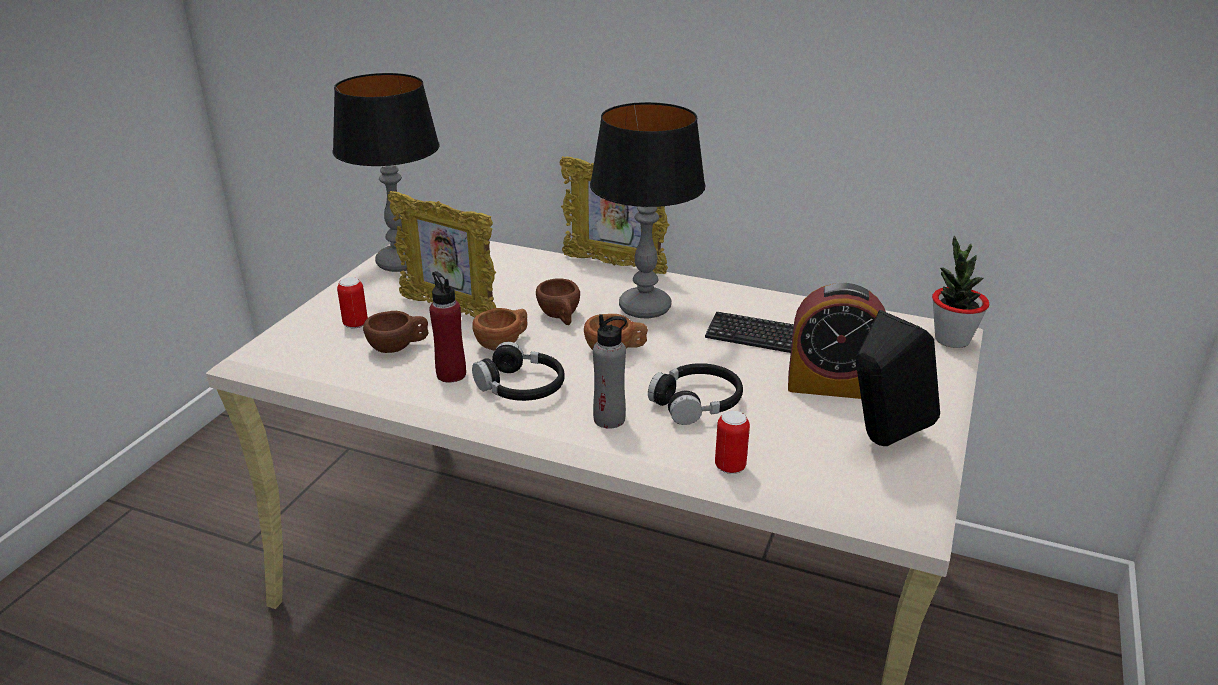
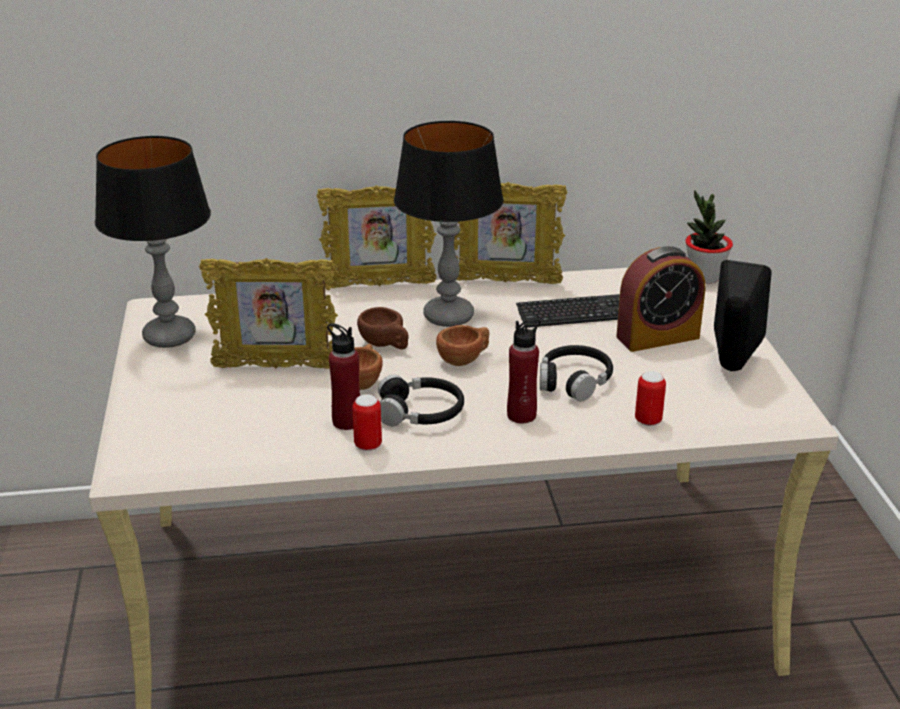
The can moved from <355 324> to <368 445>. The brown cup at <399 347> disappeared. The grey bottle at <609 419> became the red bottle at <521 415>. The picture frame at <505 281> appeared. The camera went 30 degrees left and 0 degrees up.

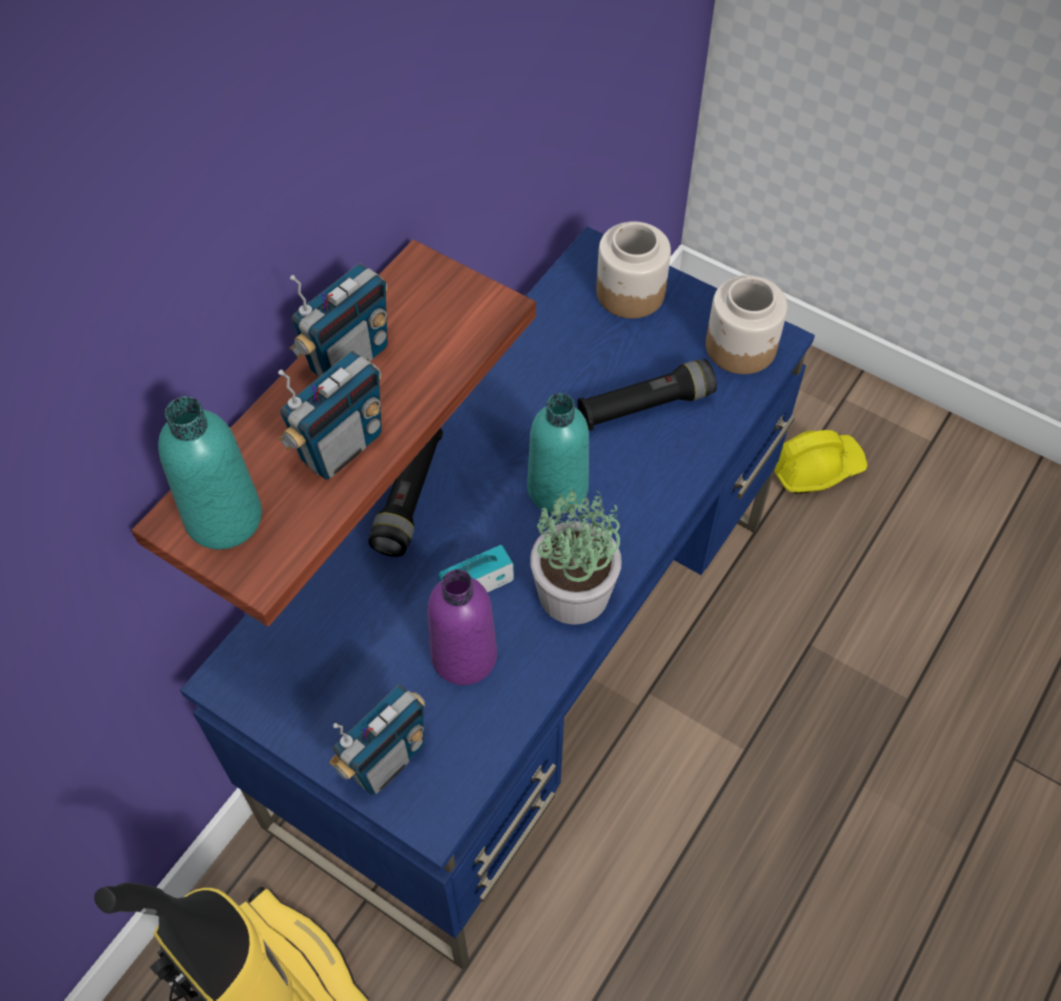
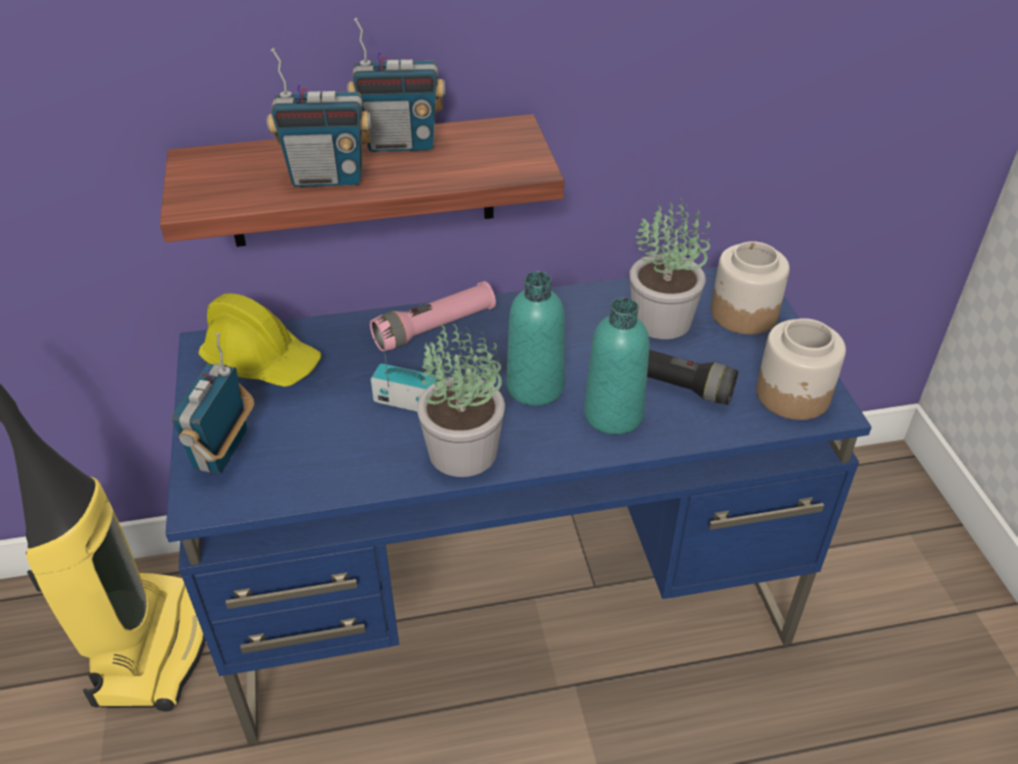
The turquoise bottle moved from <224 518> to <613 414>. The black flashlight at <409 497> became the pink flashlight at <435 328>. The yellow hard hat moved from <815 467> to <262 362>. The purple bottle at <464 656> disappeared. The radio at <385 759> turned 105 degrees clockwise. The potted plant at <663 320> appeared. The camera went 45 degrees right and 15 degrees down.

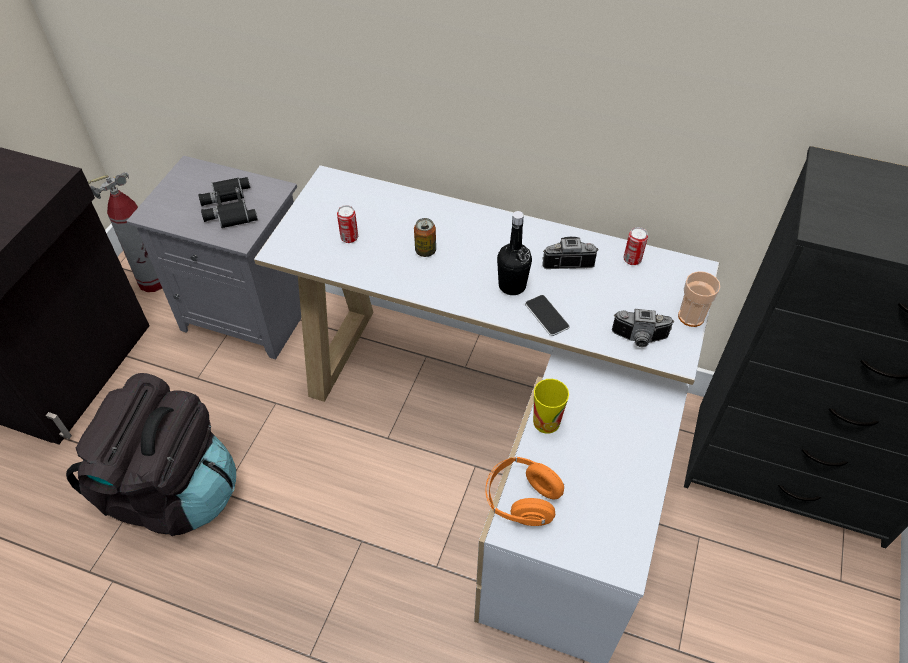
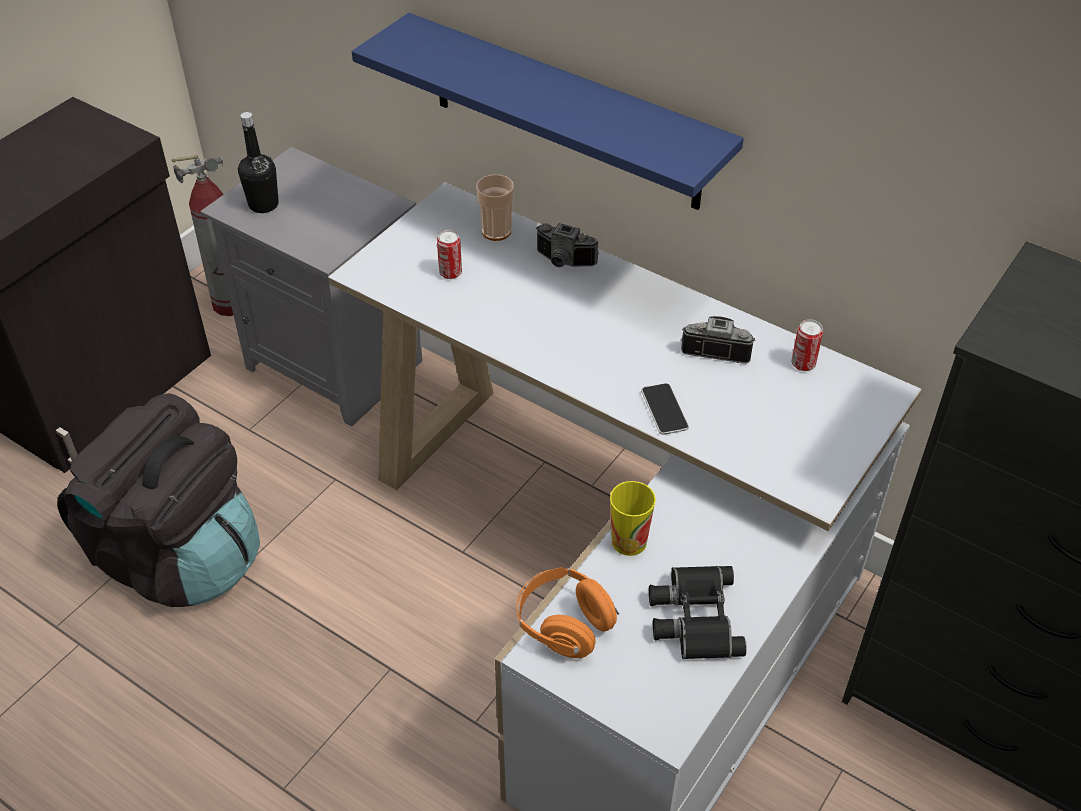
The black binoculars moved from <228 207> to <693 617>. The black bottle moved from <512 286> to <263 205>. The can at <425 251> disappeared. The cup moved from <691 316> to <496 231>. The photo camera moved from <639 339> to <563 262>. The blue shelf at <565 113> appeared. The camera went 15 degrees right and 5 degrees down.

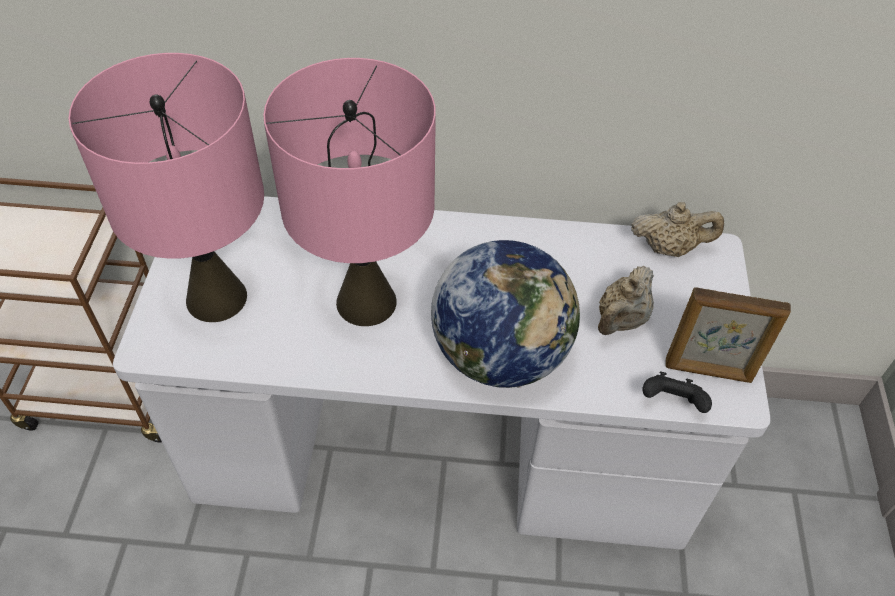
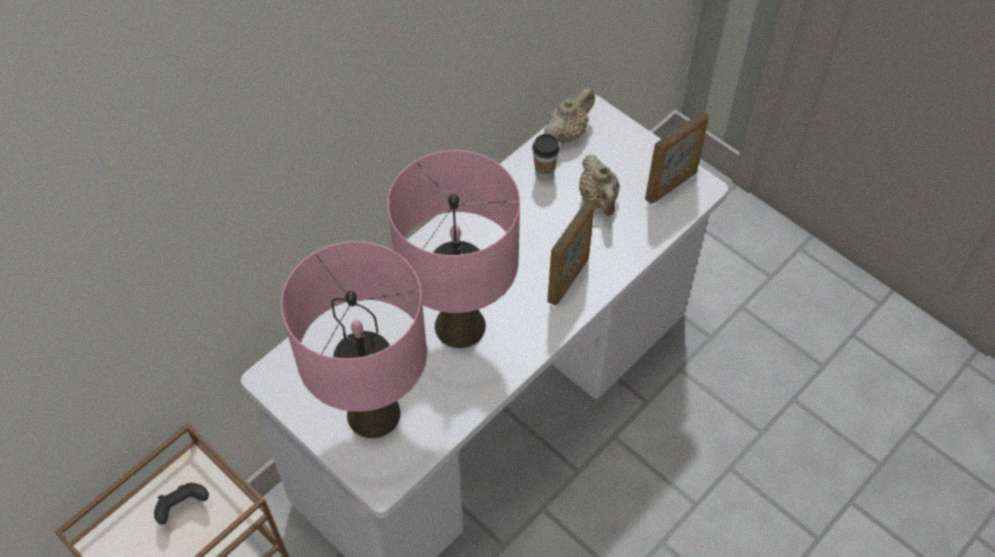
The globe at <500 354> was replaced by the picture frame at <568 280>. The black game controller moved from <671 403> to <183 507>. The cup at <544 173> appeared. The camera went 50 degrees left and 5 degrees up.

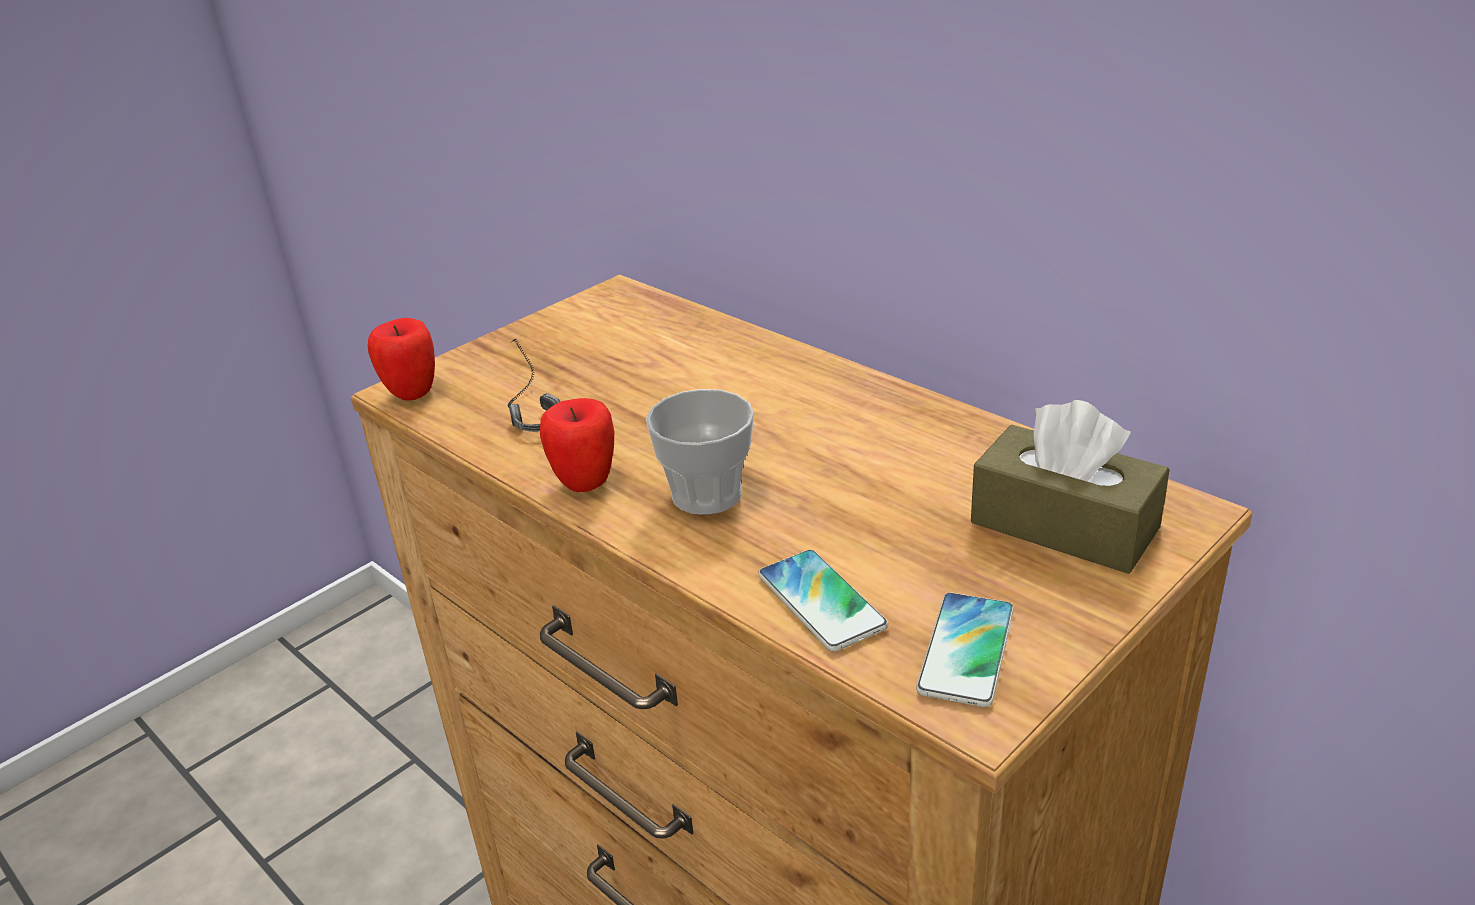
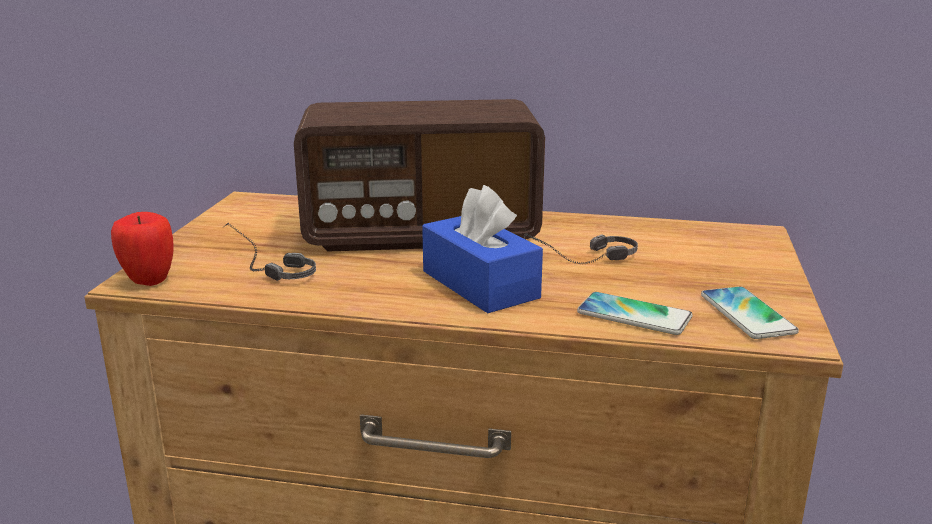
The cup at <707 494> was replaced by the blue tissue box at <480 284>. The apple at <585 482> disappeared. The brown tissue box at <1064 525> disappeared. The radio at <421 232> appeared. The headphones at <583 260> appeared. The camera went 35 degrees left and 10 degrees down.

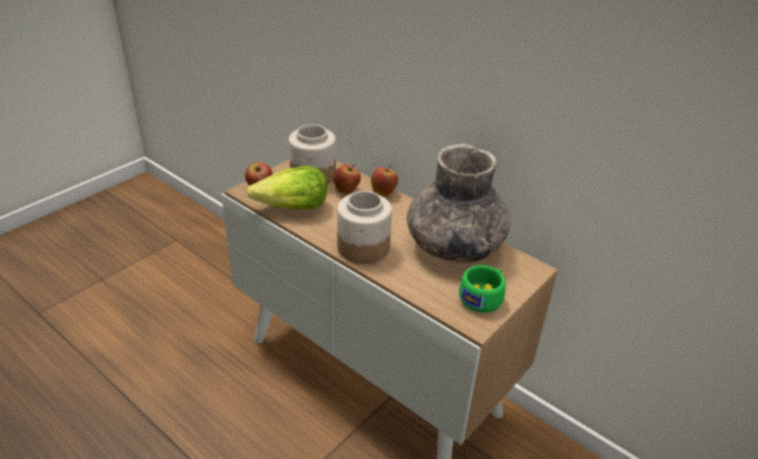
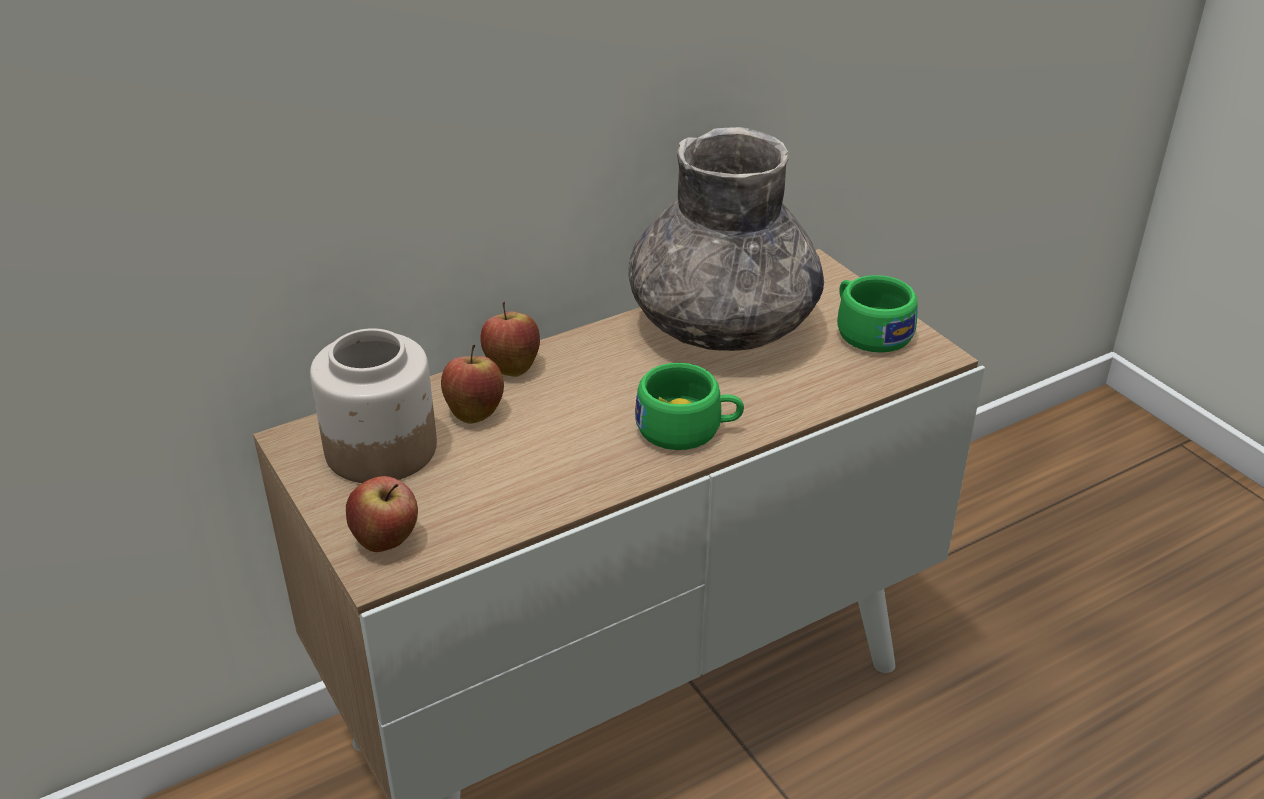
The lettuce at <292 208> disappeared. The jar at <363 248> was replaced by the green cup at <688 429>. The camera went 70 degrees left and 0 degrees up.

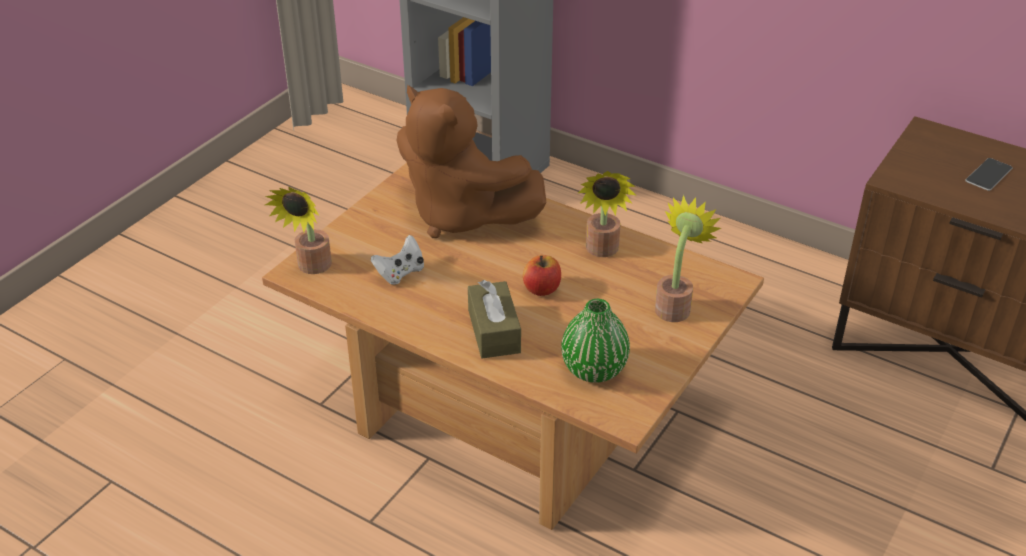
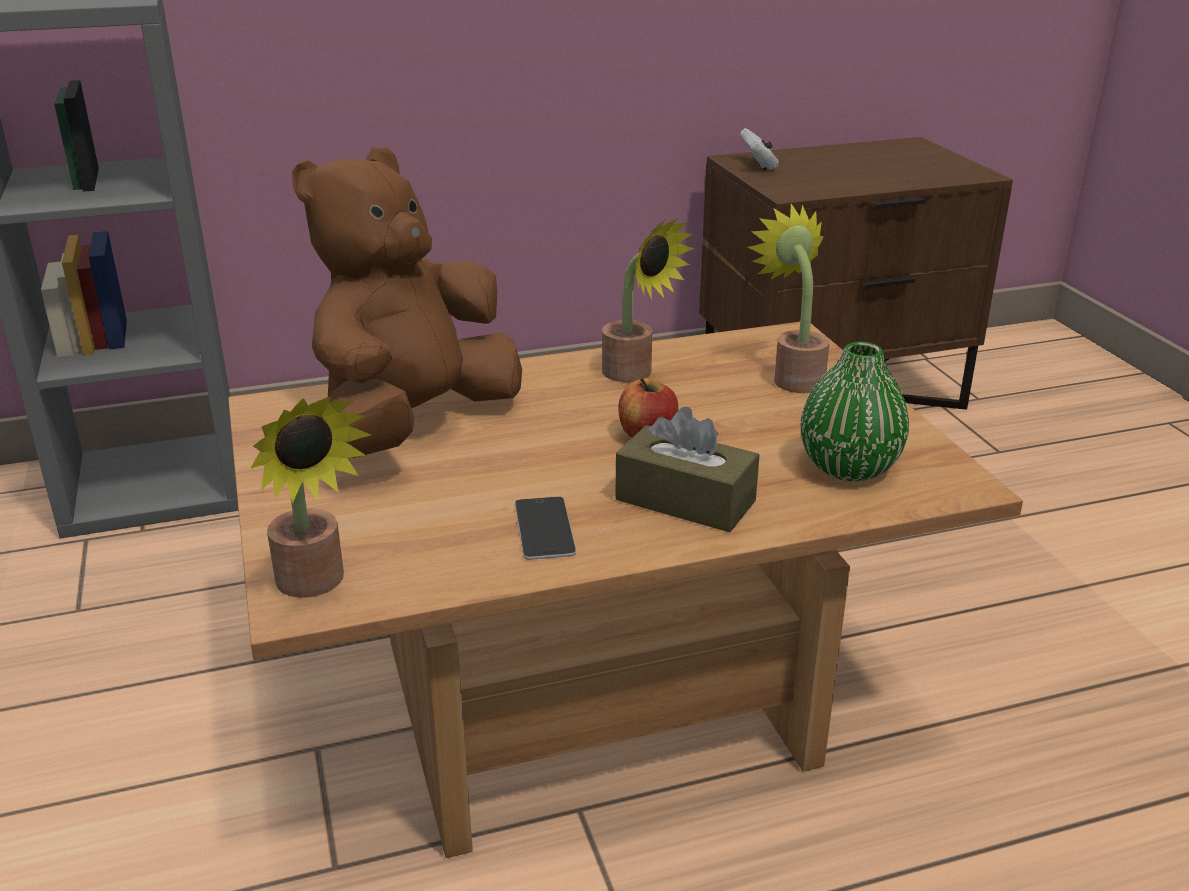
The brown plush toy at <461 215> turned 135 degrees clockwise. The phone moved from <988 174> to <544 528>. The white game controller moved from <400 273> to <759 166>. The camera went 50 degrees left and 10 degrees down.

